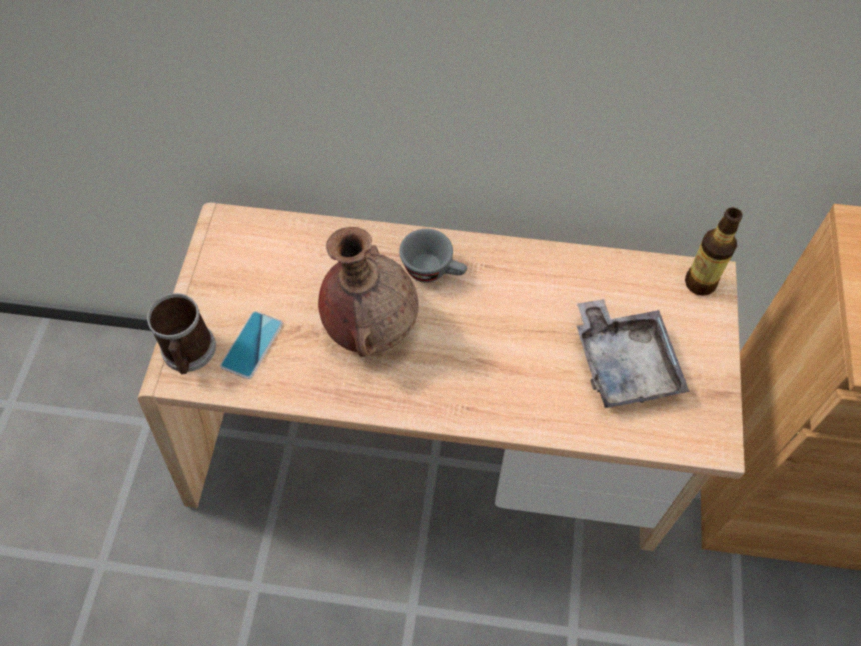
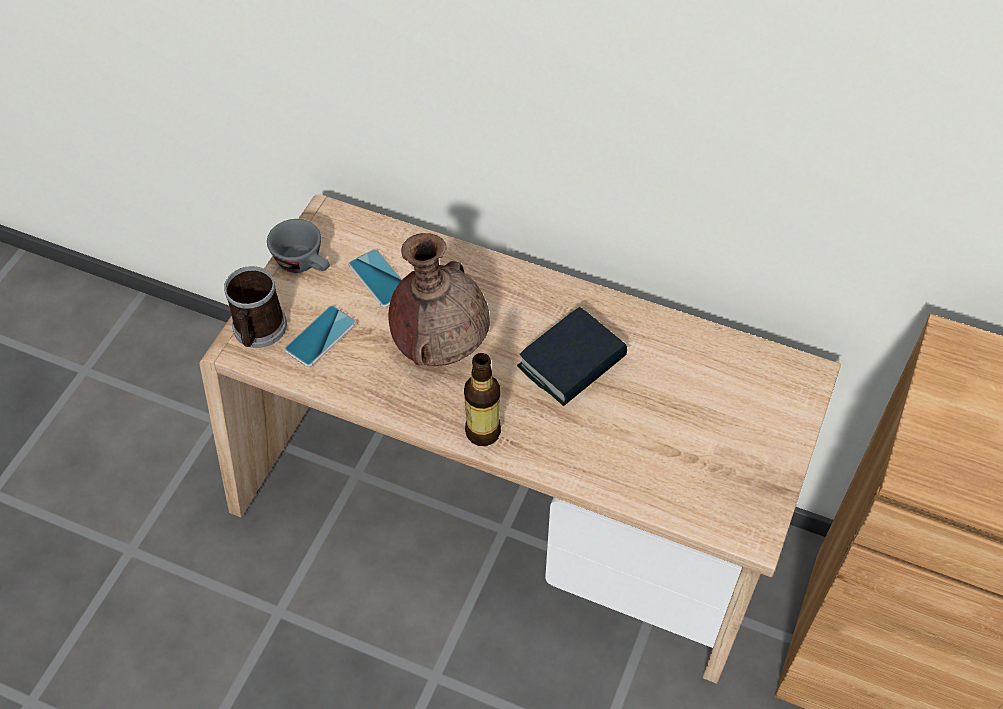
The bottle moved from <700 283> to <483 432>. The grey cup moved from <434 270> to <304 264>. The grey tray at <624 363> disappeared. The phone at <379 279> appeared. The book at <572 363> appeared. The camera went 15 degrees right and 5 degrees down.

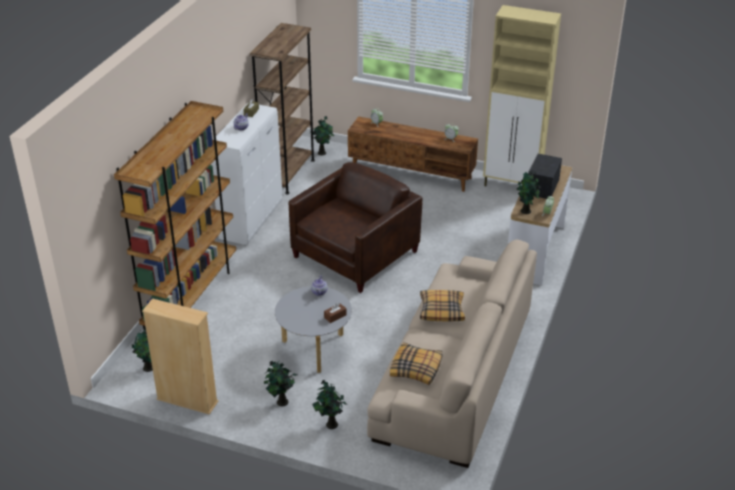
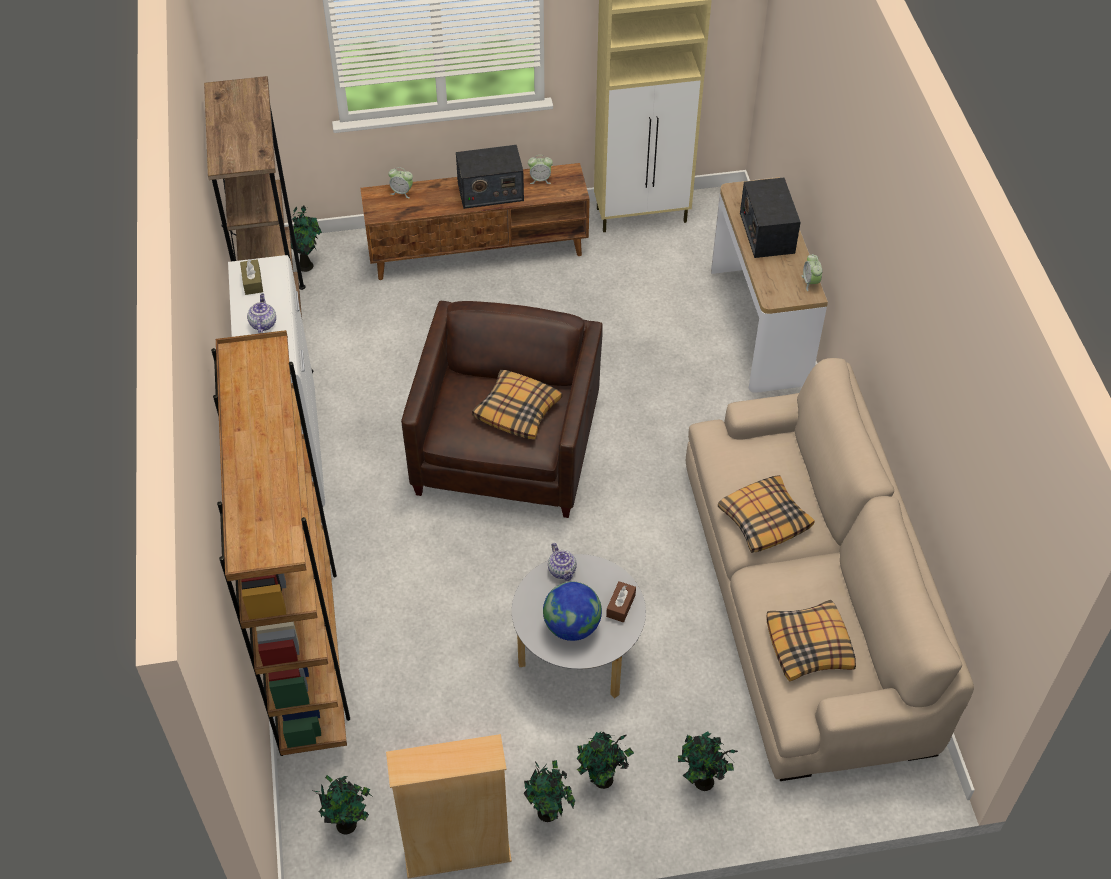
The potted plant moved from <526 211> to <549 813>. The radio at <490 191> appeared. The pillow at <518 410> appeared. The globe at <572 626> appeared. The camera went 30 degrees left and 15 degrees up.

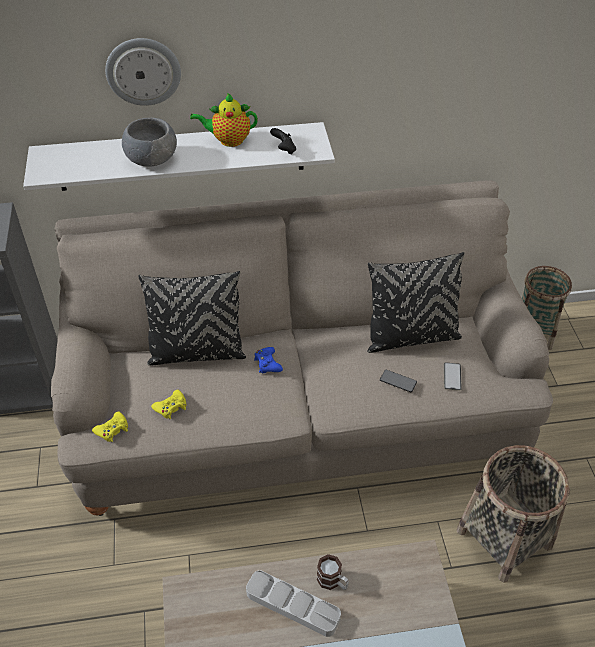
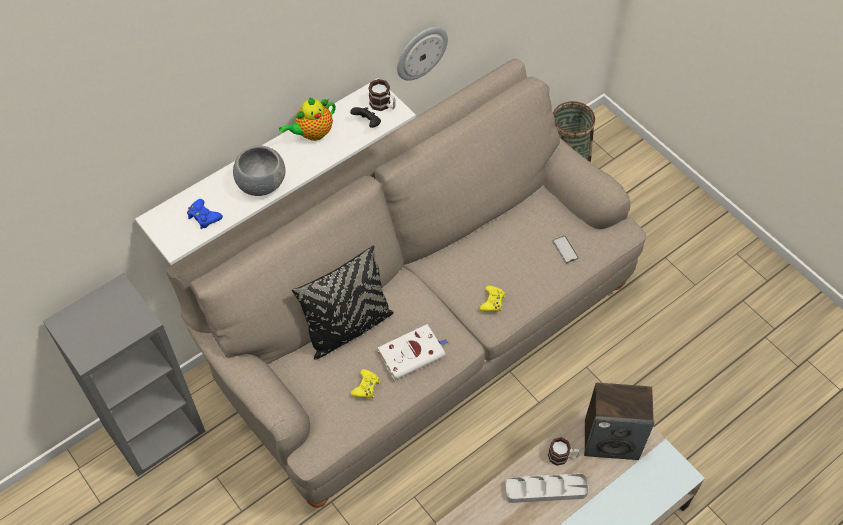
The wall clock moved from <143 71> to <421 52>. The black pillow at <411 337> disappeared. The blue game controller moved from <267 364> to <204 217>. The phone at <398 381> disappeared. The yellow game controller moved from <112 430> to <492 302>. The basket at <504 538> disappeared. The mug at <383 105> appeared. The white book at <413 353> appeared. The speaker at <611 439> appeared. The camera went 30 degrees left and 10 degrees up.

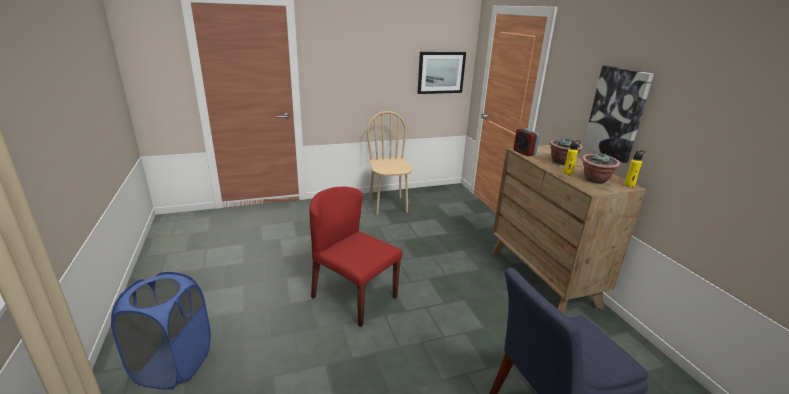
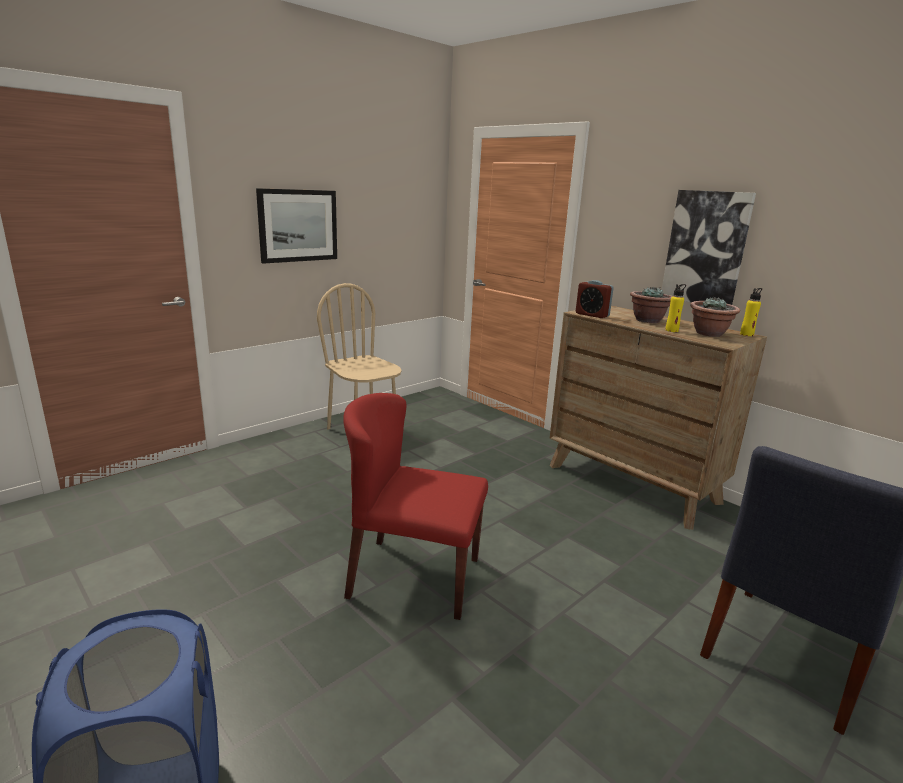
The picture moved from <441 72> to <298 225>. The camera went 25 degrees left and 5 degrees down.

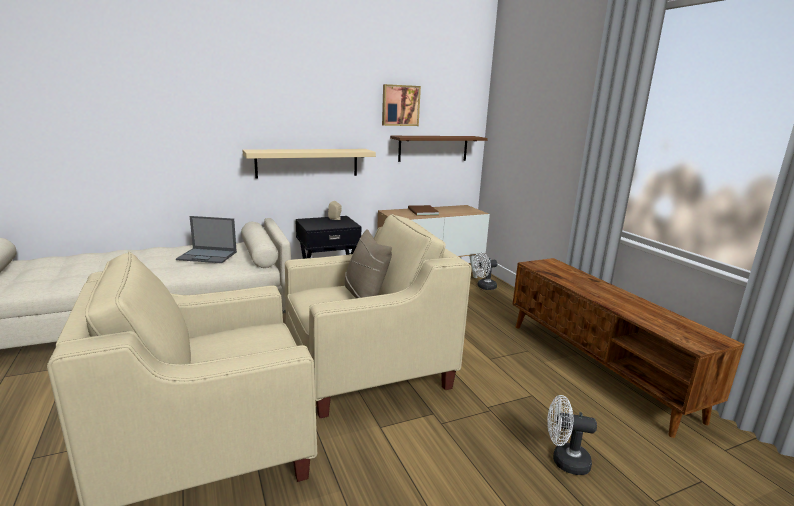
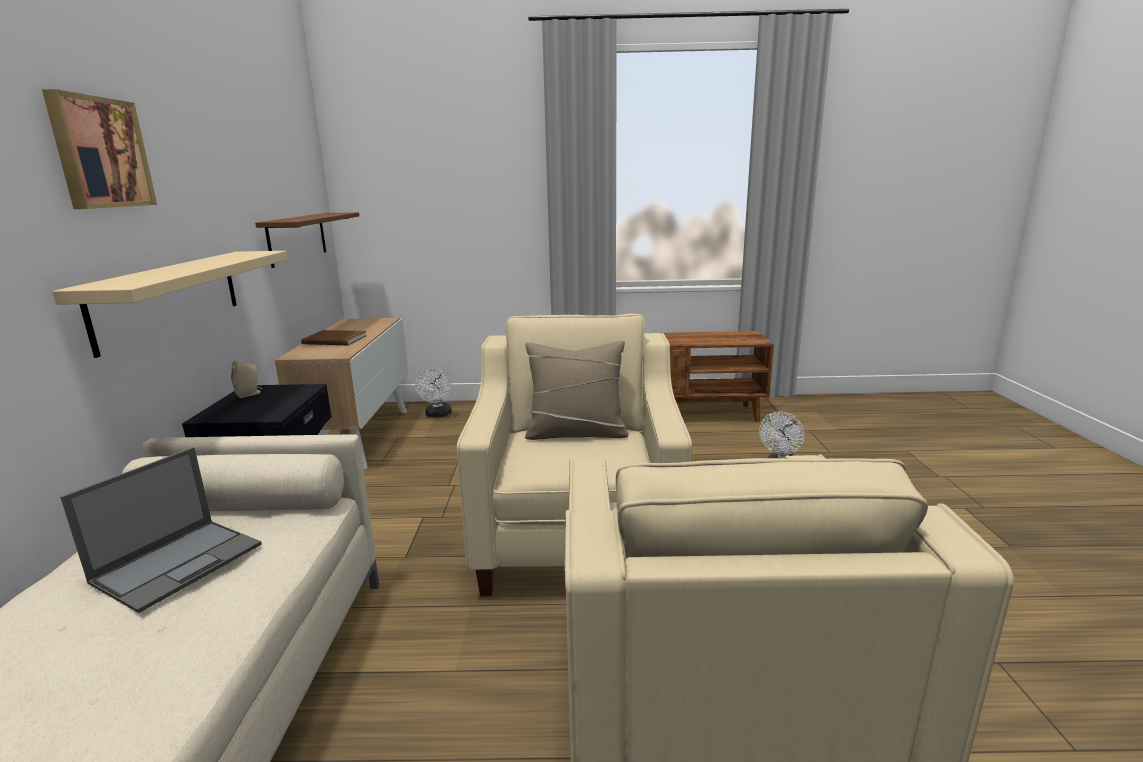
The picture moved from <400 105> to <99 153>. The camera went 65 degrees left and 0 degrees up.

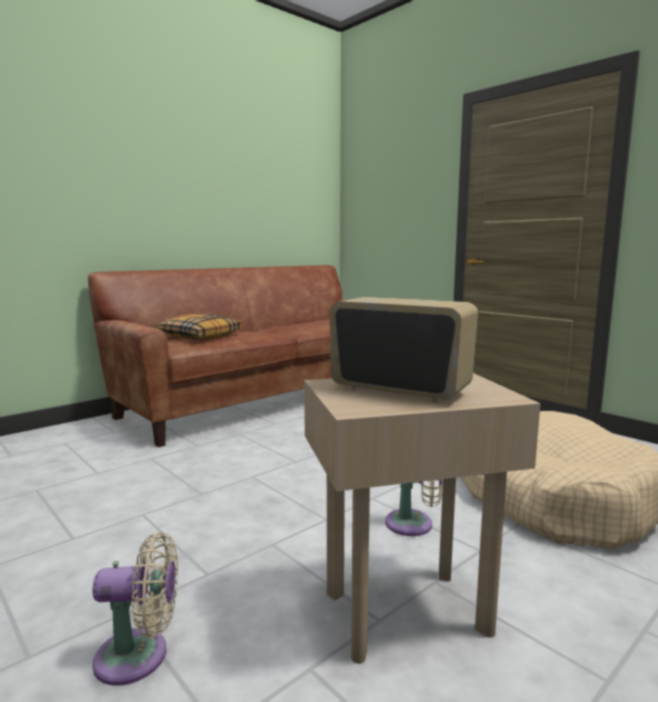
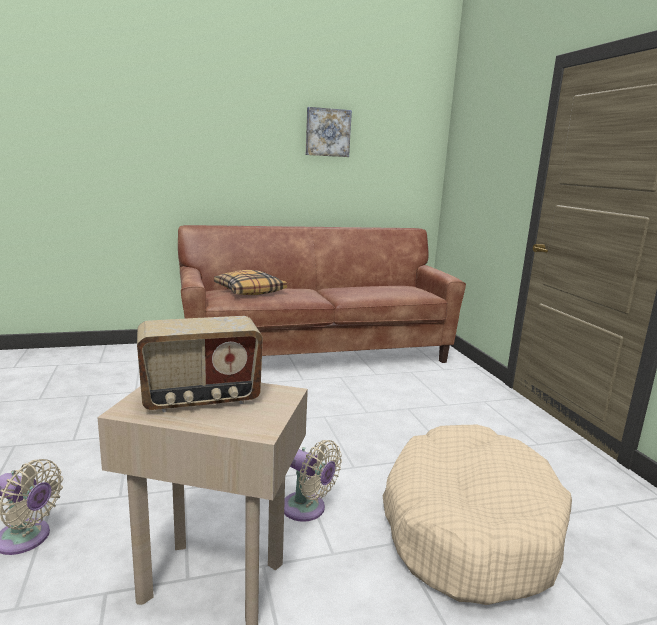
The radio at <401 390> turned 105 degrees clockwise. The picture at <327 132> appeared. The camera went 25 degrees right and 5 degrees up.

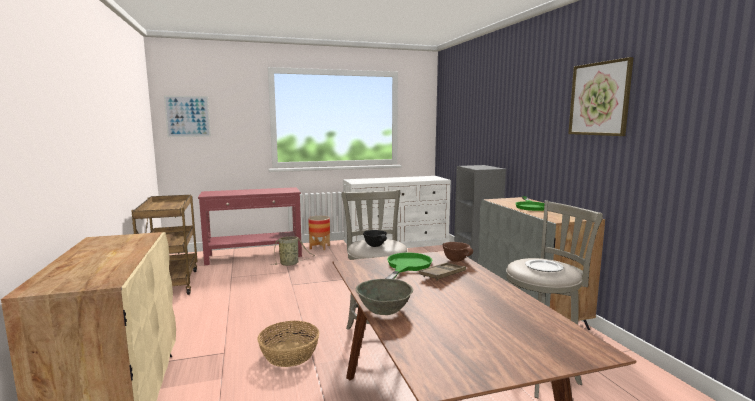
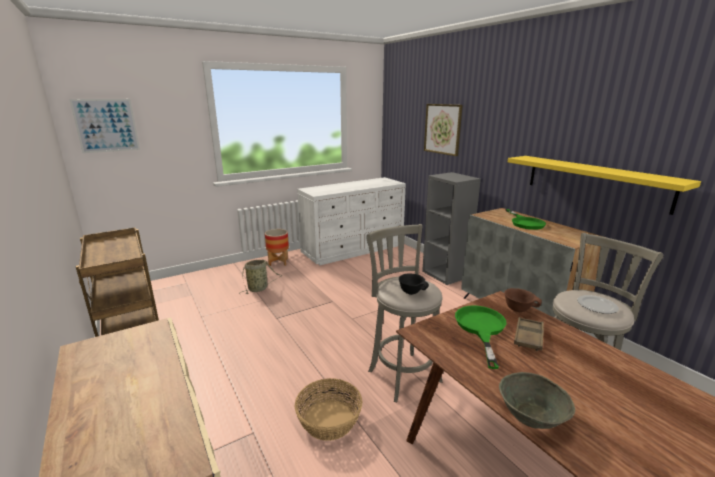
The picture moved from <599 99> to <442 129>. The red console table at <254 256> disappeared. The yellow shelf at <594 182> appeared. The camera went 15 degrees left and 10 degrees up.

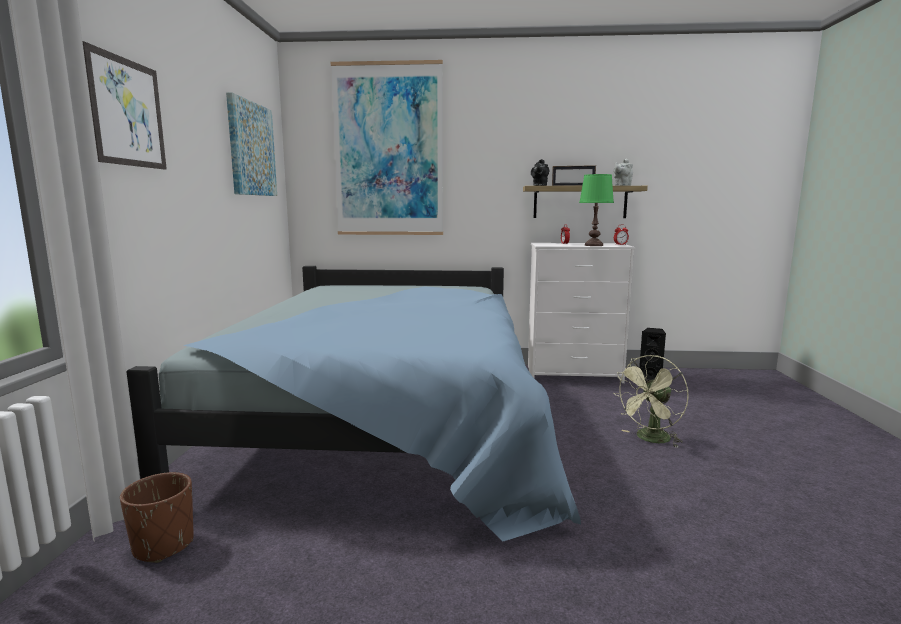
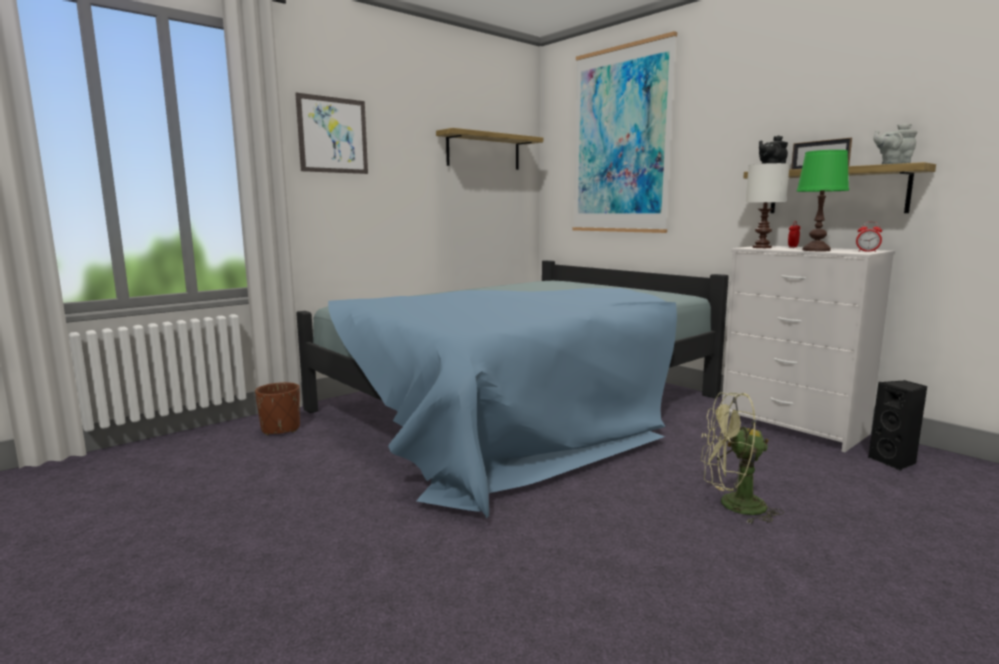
The picture at <251 149> was replaced by the shelf at <483 151>. The white table lamp at <762 247> appeared. The camera went 45 degrees right and 0 degrees up.

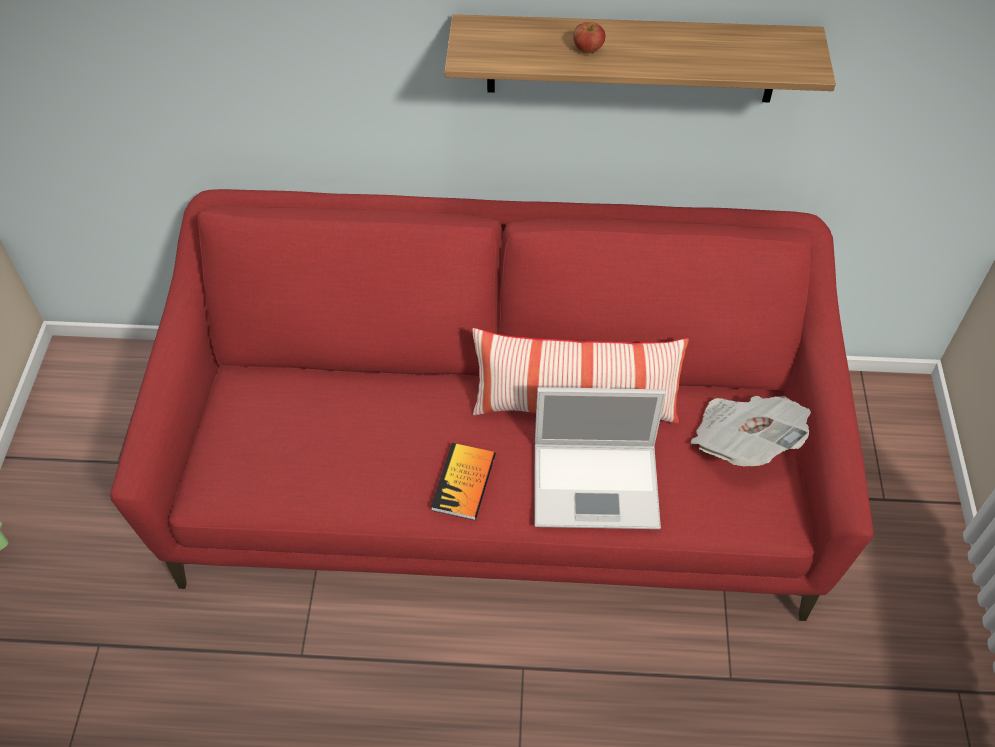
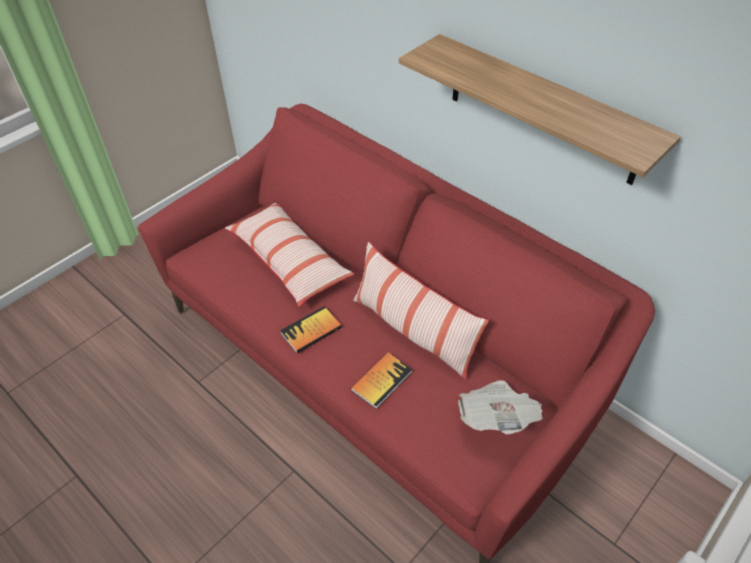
The apple at <588 49> disappeared. The laptop at <598 484> was replaced by the book at <381 381>. The pillow at <289 261> appeared. The camera went 40 degrees right and 5 degrees down.

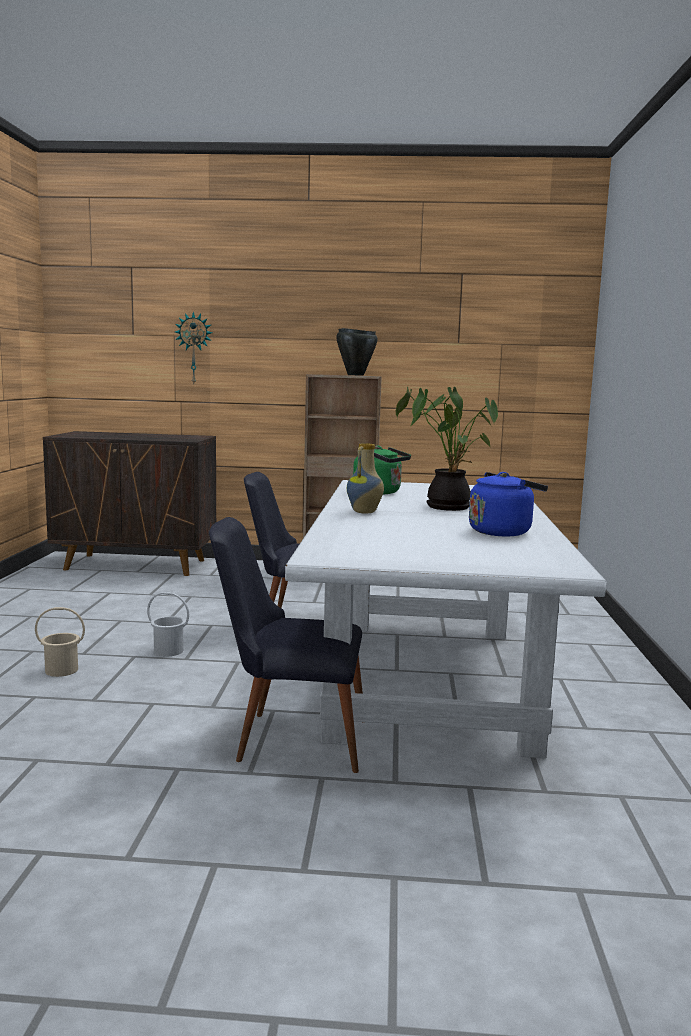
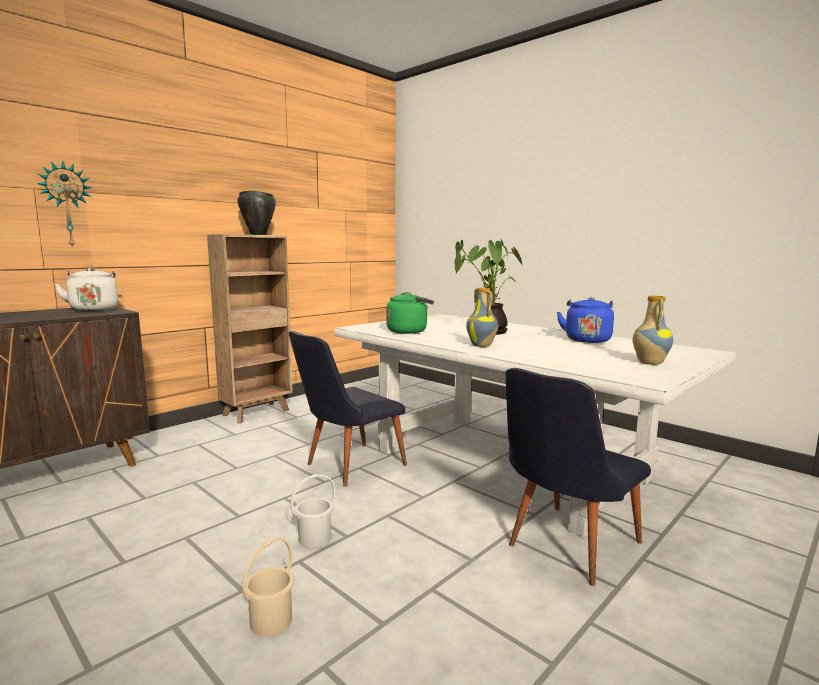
The white kettle at <94 309> appeared. The vase at <649 363> appeared. The camera went 50 degrees left and 0 degrees up.

